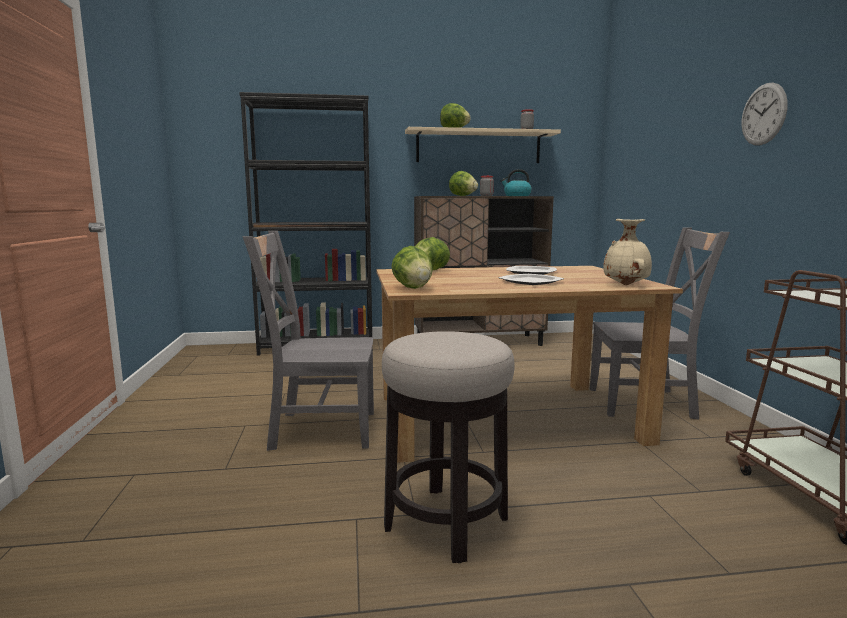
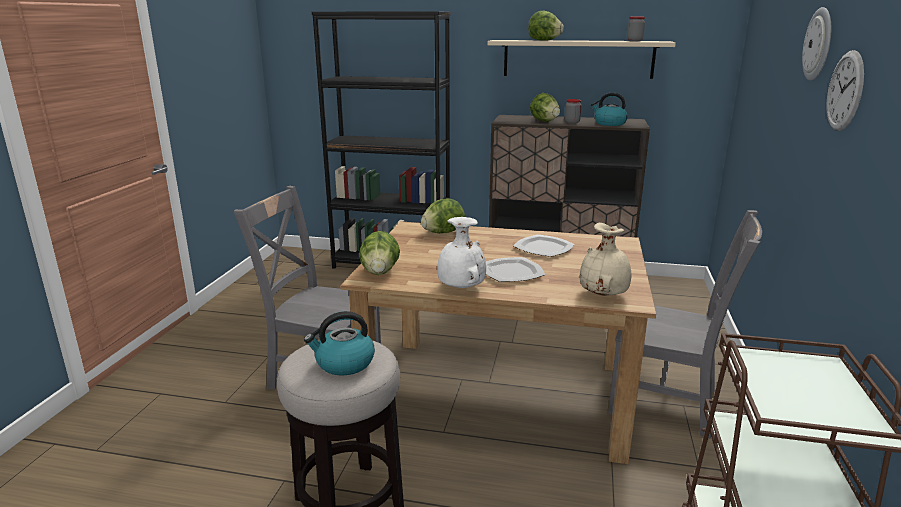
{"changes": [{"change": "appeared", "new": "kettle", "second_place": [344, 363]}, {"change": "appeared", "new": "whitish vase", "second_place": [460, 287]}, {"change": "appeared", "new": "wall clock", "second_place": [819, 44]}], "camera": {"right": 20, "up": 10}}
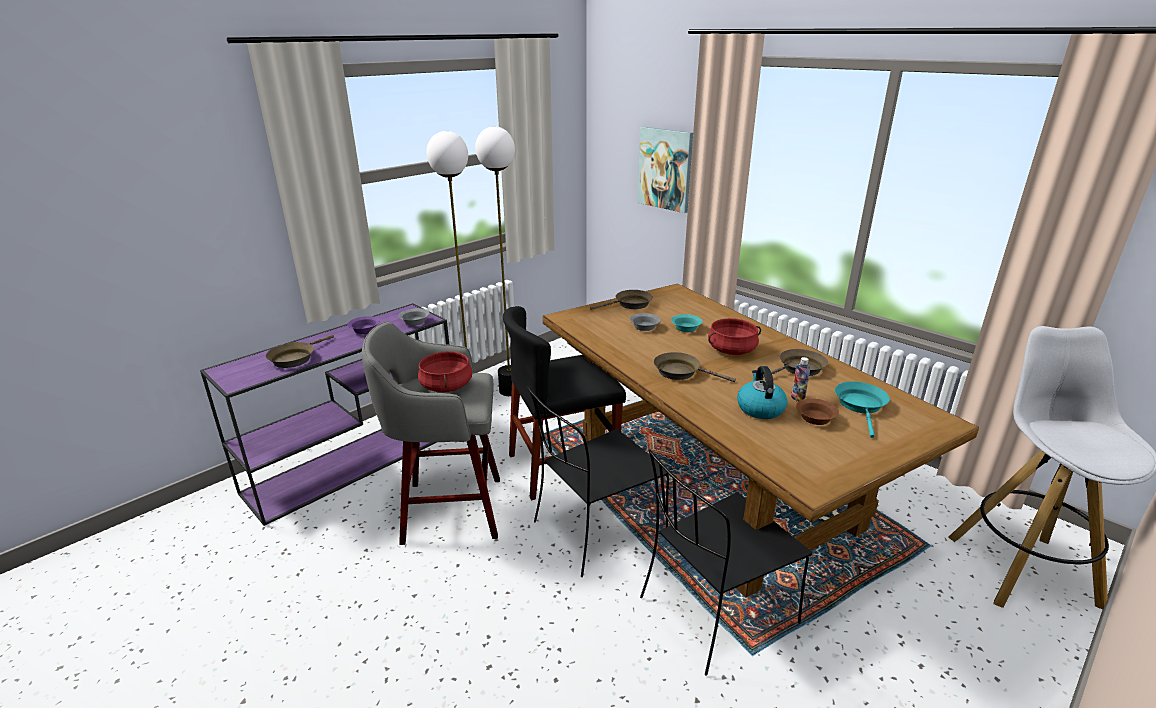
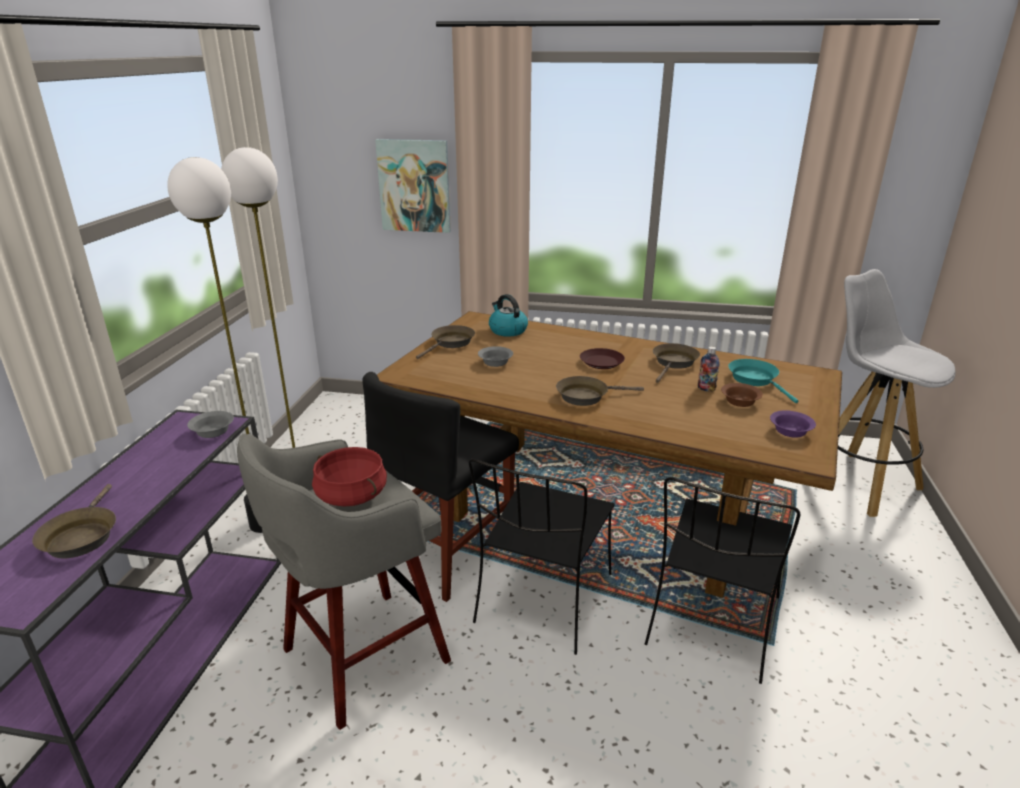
{"changes": [{"change": "missing", "old": "blue-green bowl", "first_place": [686, 328]}, {"change": "relocated", "old": "purple-coloured bowl", "first_place": [364, 330], "second_place": [789, 431]}, {"change": "relocated", "old": "kettle", "first_place": [759, 408], "second_place": [507, 330]}, {"change": "exchanged", "old": "reddish stockpot", "new": "brownish plate", "first_place": [731, 350], "second_place": [602, 362]}], "camera": {"right": -35, "up": 0}}
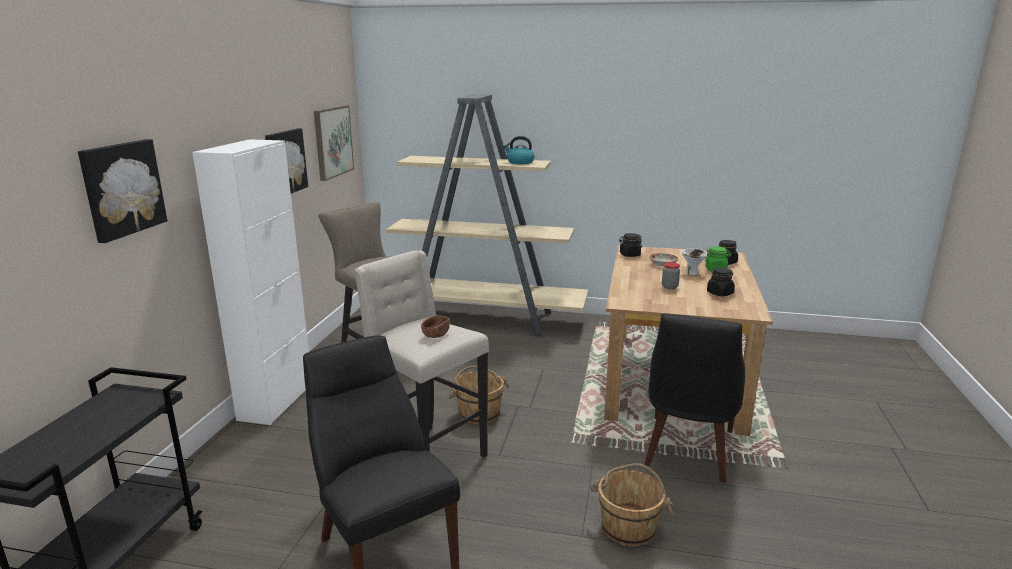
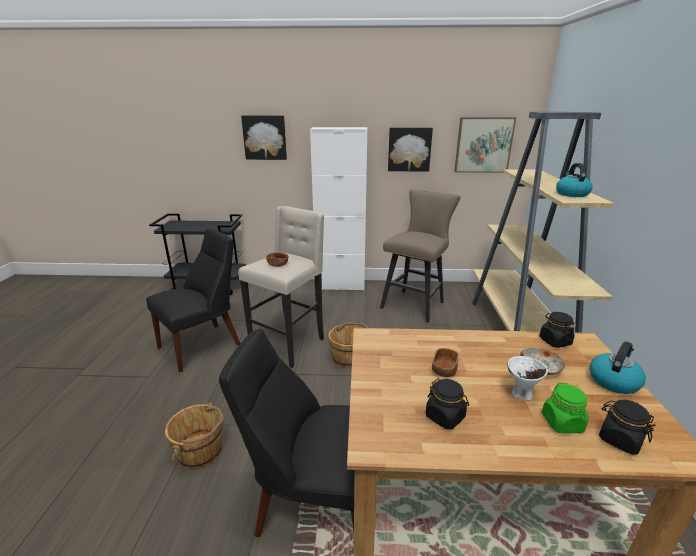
{"changes": [{"change": "appeared", "new": "kettle", "second_place": [613, 380]}, {"change": "exchanged", "old": "preserve jar", "new": "brownish bowl", "first_place": [669, 287], "second_place": [444, 370]}], "camera": {"right": 80, "up": 5}}
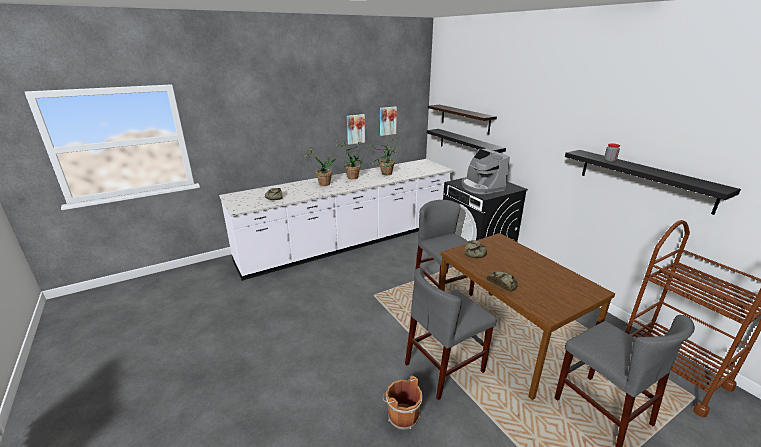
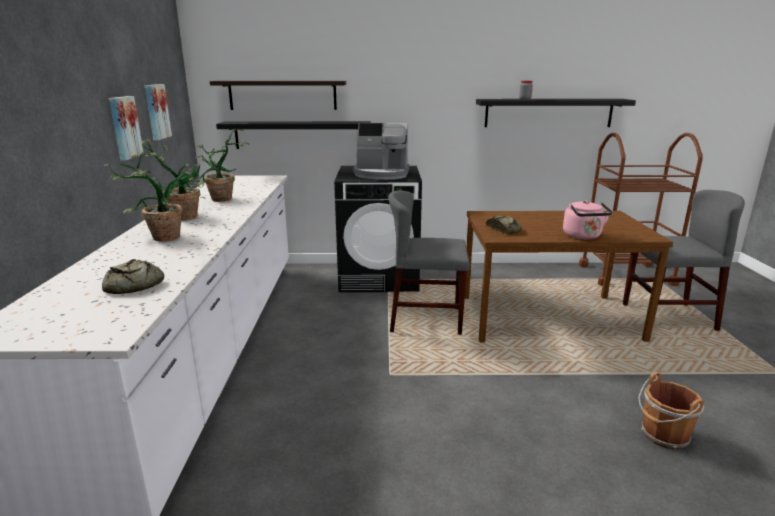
{"changes": [{"change": "missing", "old": "gray chair", "first_place": [444, 368]}, {"change": "exchanged", "old": "bread", "new": "pink-coloured kettle", "first_place": [502, 283], "second_place": [583, 236]}], "camera": {"right": -60, "up": -5}}
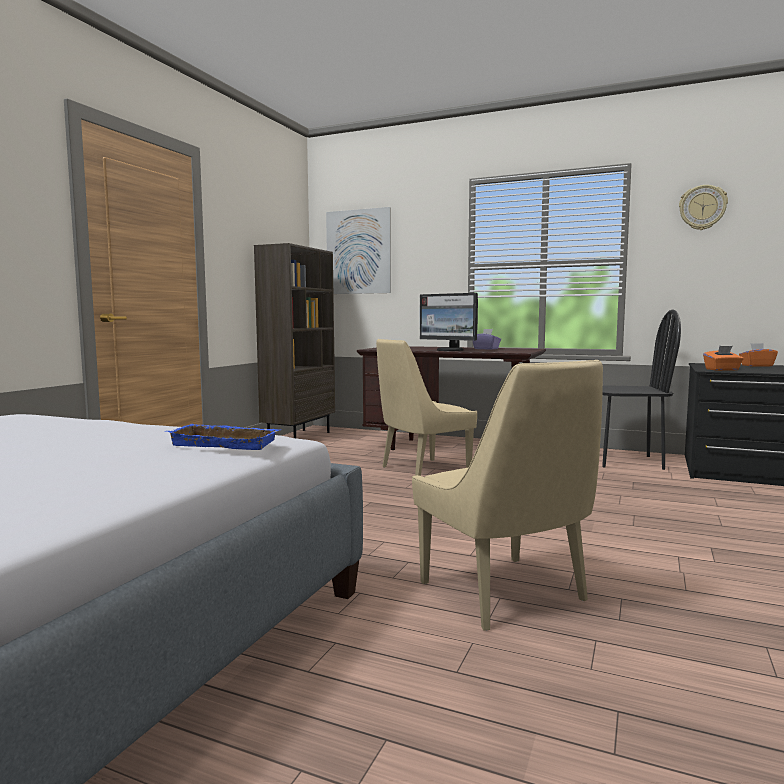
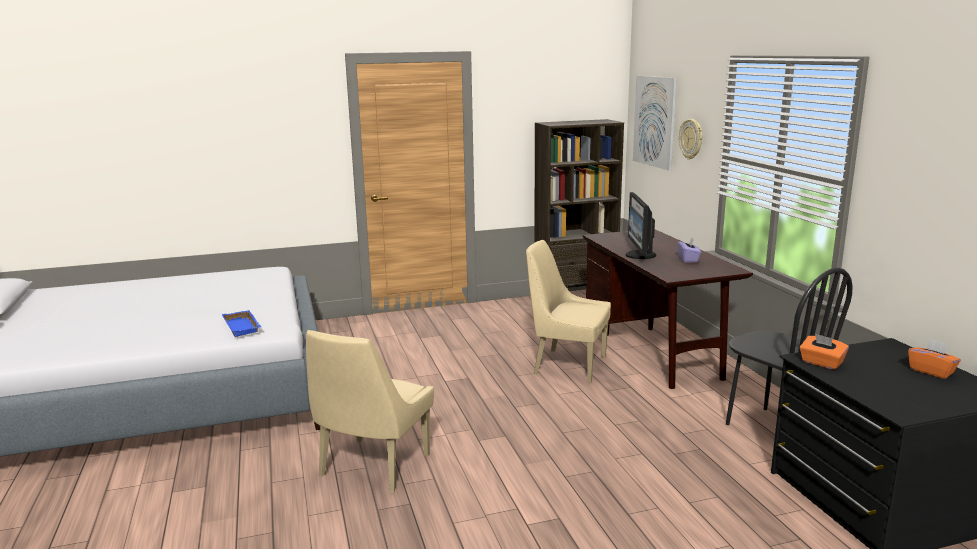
{"changes": [{"change": "relocated", "old": "wall clock", "first_place": [702, 207], "second_place": [691, 139]}], "camera": {"right": 50, "up": 10}}
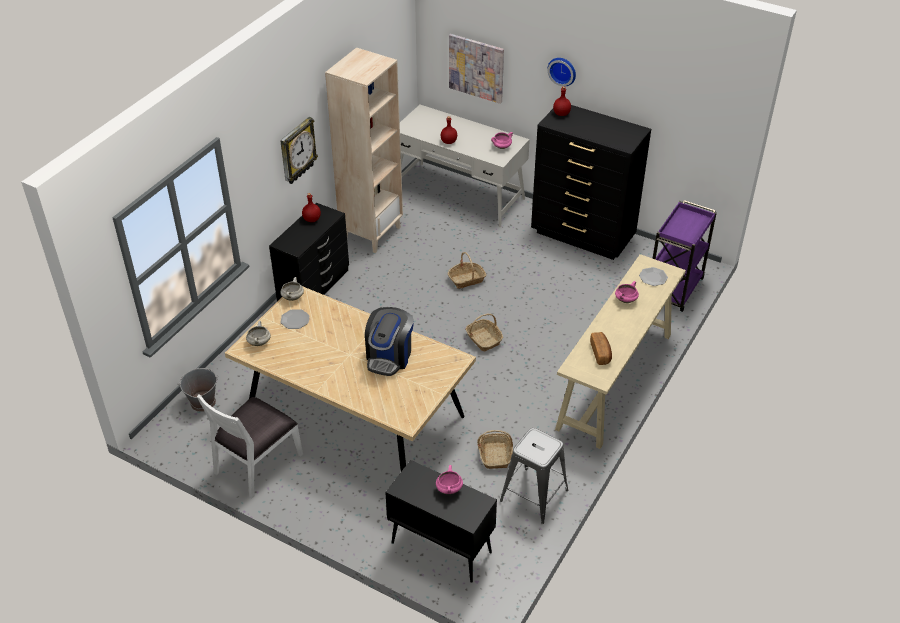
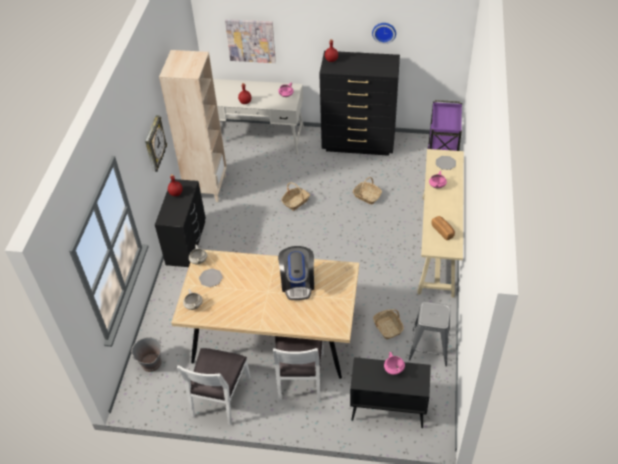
{"changes": [{"change": "appeared", "new": "whitish chair", "second_place": [300, 377]}, {"change": "relocated", "old": "storage basket", "first_place": [483, 339], "second_place": [367, 196]}, {"change": "relocated", "old": "wall clock", "first_place": [562, 70], "second_place": [384, 32]}], "camera": {"right": -20, "up": 5}}
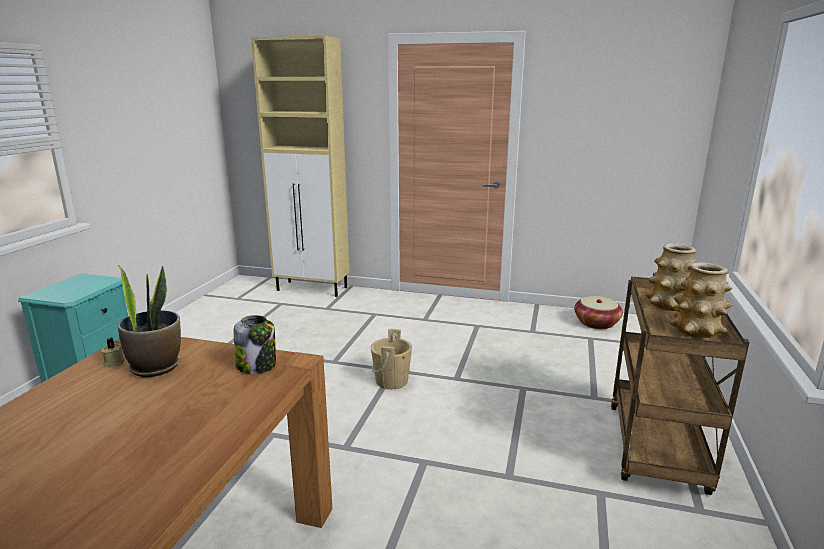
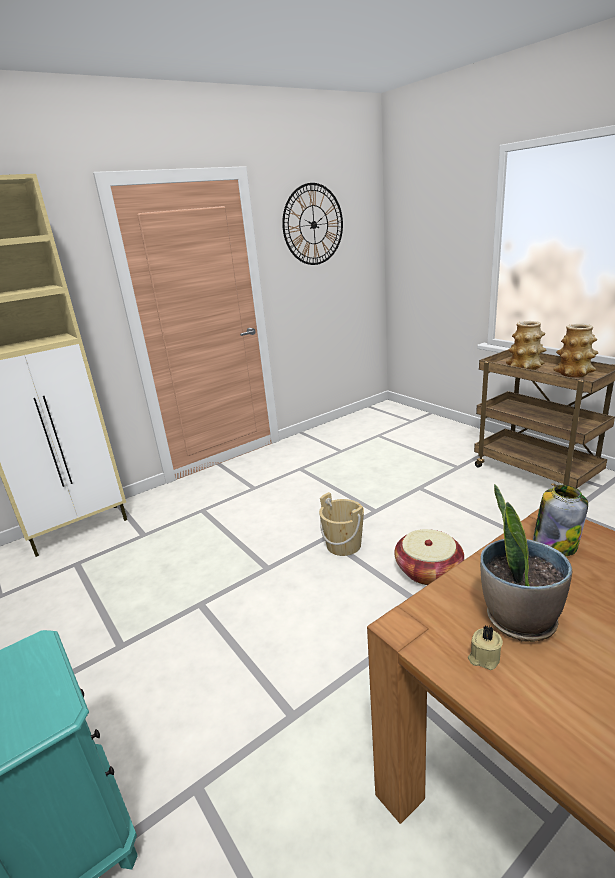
{"changes": [{"change": "appeared", "new": "wall clock", "second_place": [313, 224]}, {"change": "relocated", "old": "storage basket", "first_place": [596, 323], "second_place": [428, 571]}], "camera": {"right": -50, "up": 5}}
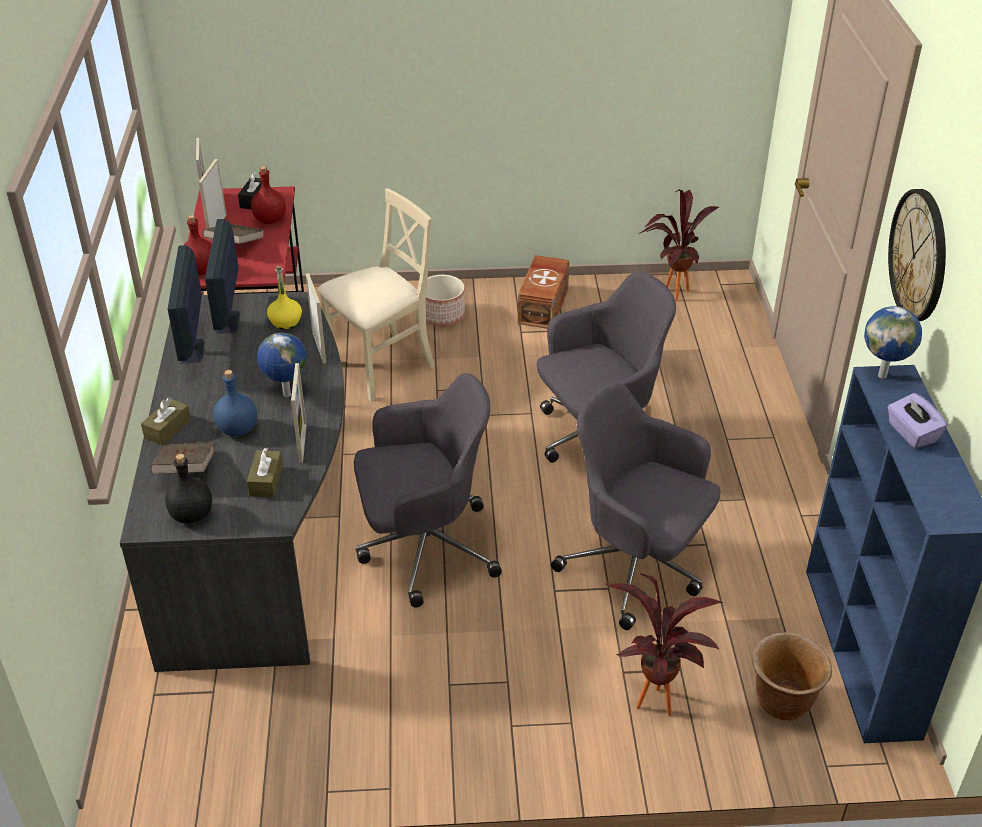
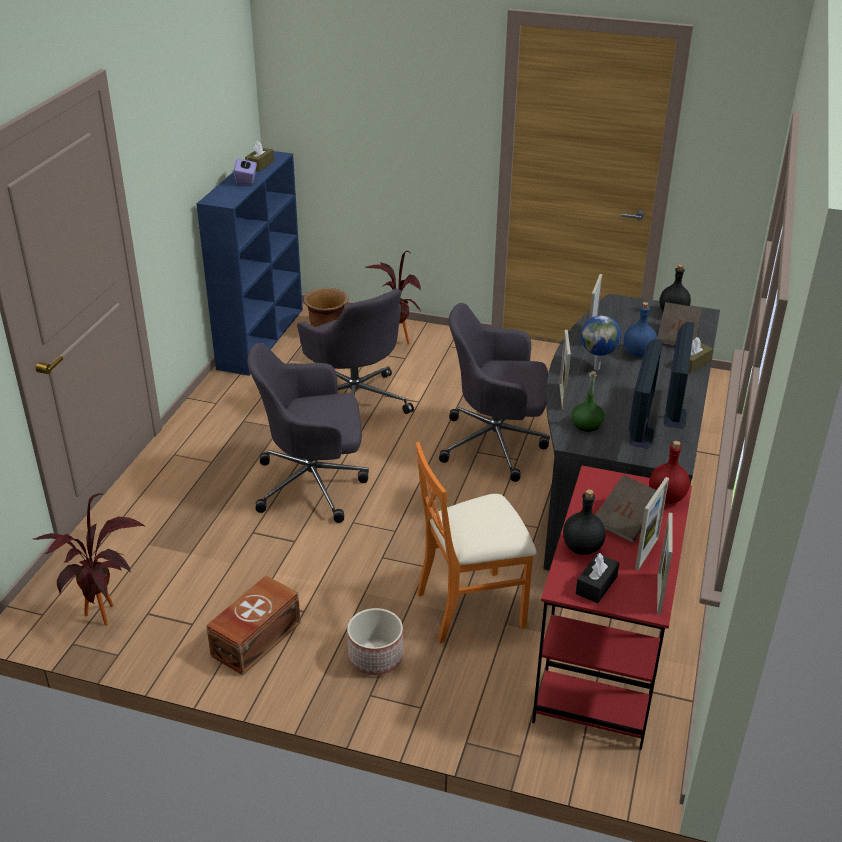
{"changes": [{"change": "missing", "old": "world globe", "first_place": [883, 375]}, {"change": "missing", "old": "wall clock", "first_place": [919, 255]}, {"change": "relocated", "old": "brownish tissue box", "first_place": [266, 481], "second_place": [260, 165]}, {"change": "colour", "old": "reddish drink bottle", "new": "blackish drink bottle", "first_place": [269, 220], "second_place": [583, 548]}, {"change": "colour", "old": "yellowish drink bottle", "new": "greenish drink bottle", "first_place": [285, 322], "second_place": [587, 425]}, {"change": "colour", "old": "sand-coloured chair", "new": "orangey chair", "first_place": [381, 367], "second_place": [471, 607]}], "camera": {"right": -160, "up": -5}}
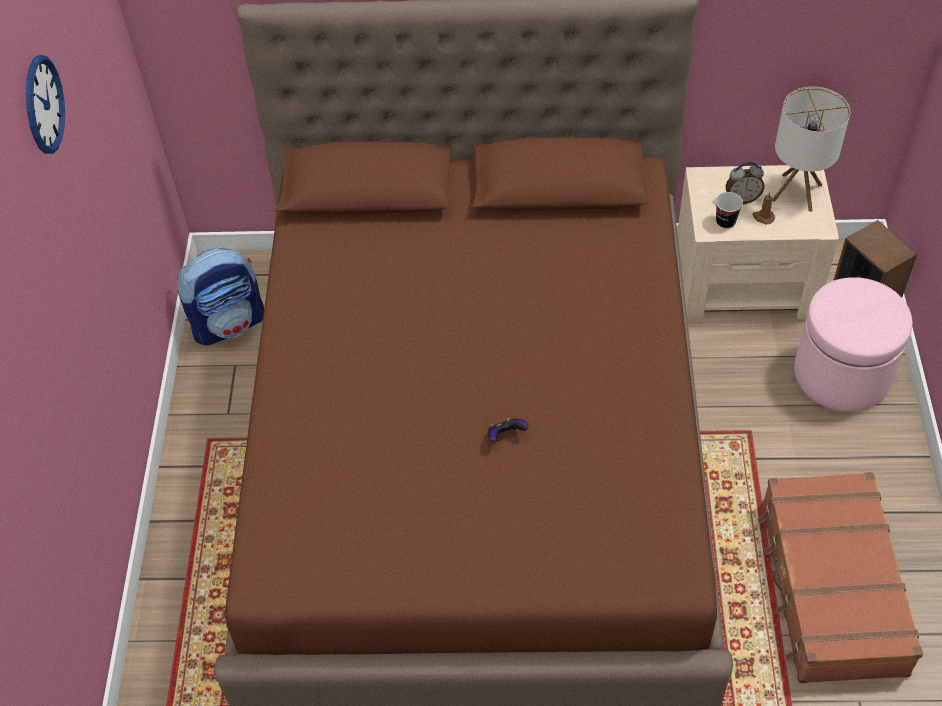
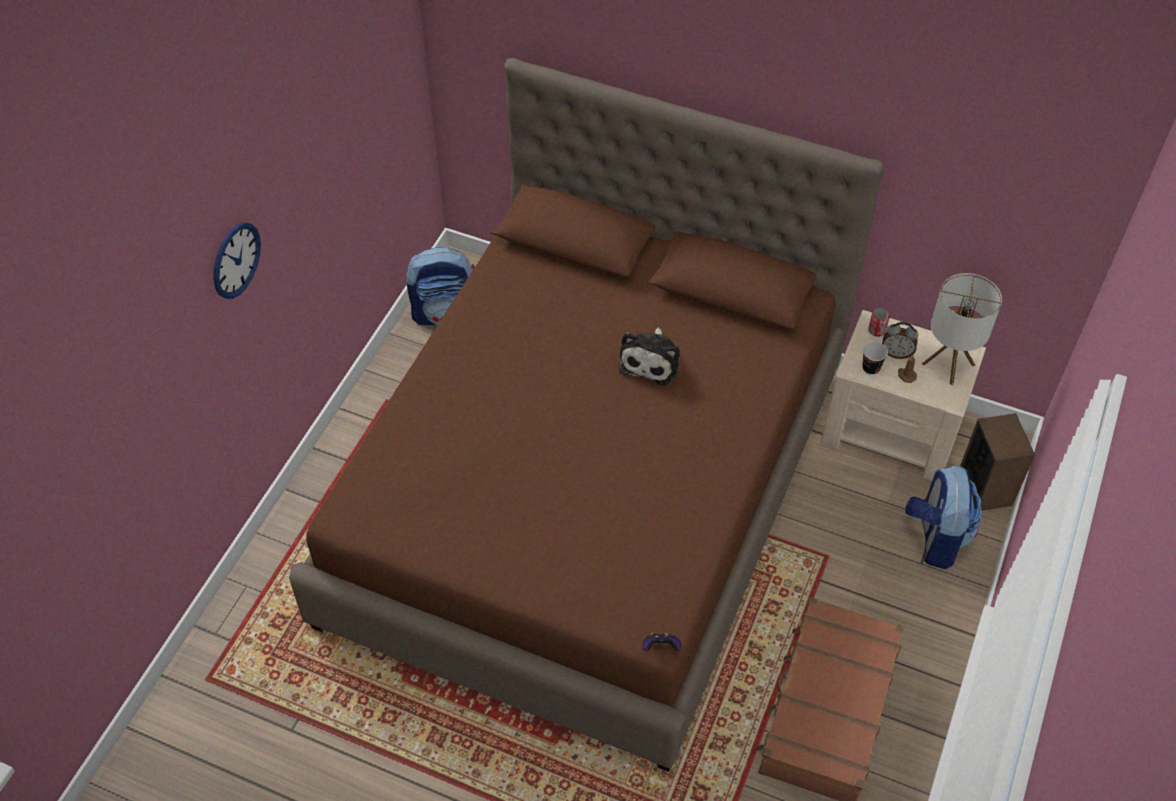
{"changes": [{"change": "appeared", "new": "soft toy", "second_place": [651, 360]}, {"change": "appeared", "new": "sealed can", "second_place": [876, 331]}, {"change": "relocated", "old": "wall clock", "first_place": [43, 104], "second_place": [236, 260]}, {"change": "relocated", "old": "game controller", "first_place": [505, 436], "second_place": [661, 647]}, {"change": "exchanged", "old": "pink-coloured pouffe", "new": "knapsack", "first_place": [841, 374], "second_place": [935, 537]}], "camera": {"right": 20, "up": 0}}
